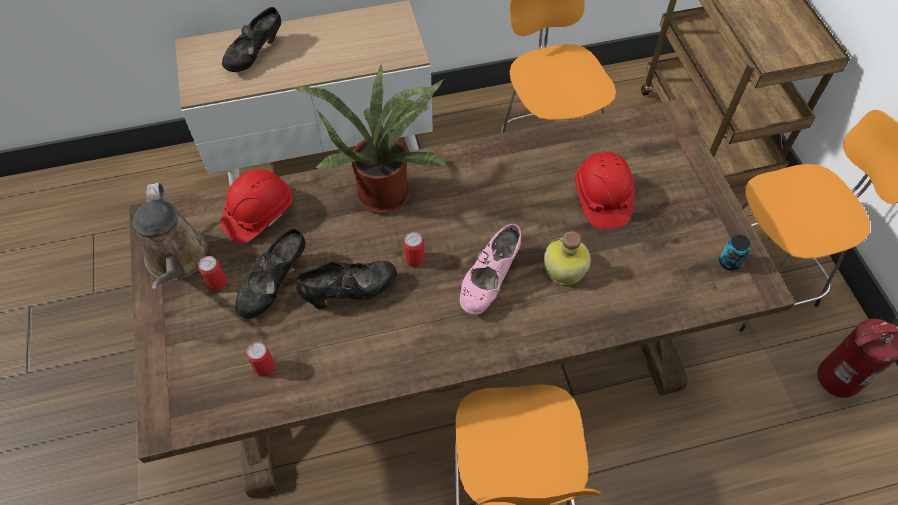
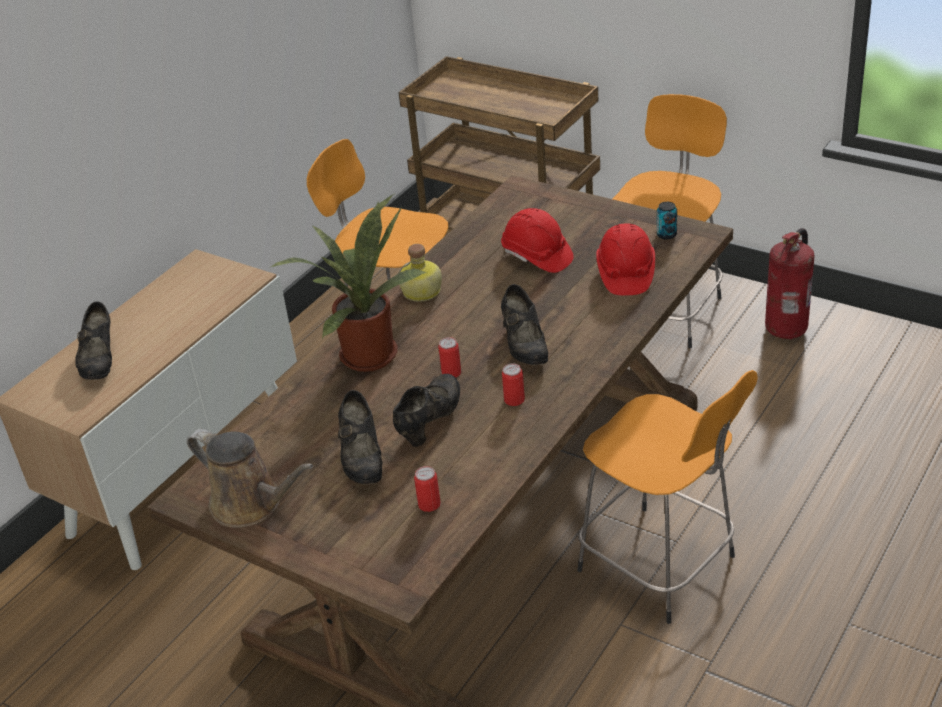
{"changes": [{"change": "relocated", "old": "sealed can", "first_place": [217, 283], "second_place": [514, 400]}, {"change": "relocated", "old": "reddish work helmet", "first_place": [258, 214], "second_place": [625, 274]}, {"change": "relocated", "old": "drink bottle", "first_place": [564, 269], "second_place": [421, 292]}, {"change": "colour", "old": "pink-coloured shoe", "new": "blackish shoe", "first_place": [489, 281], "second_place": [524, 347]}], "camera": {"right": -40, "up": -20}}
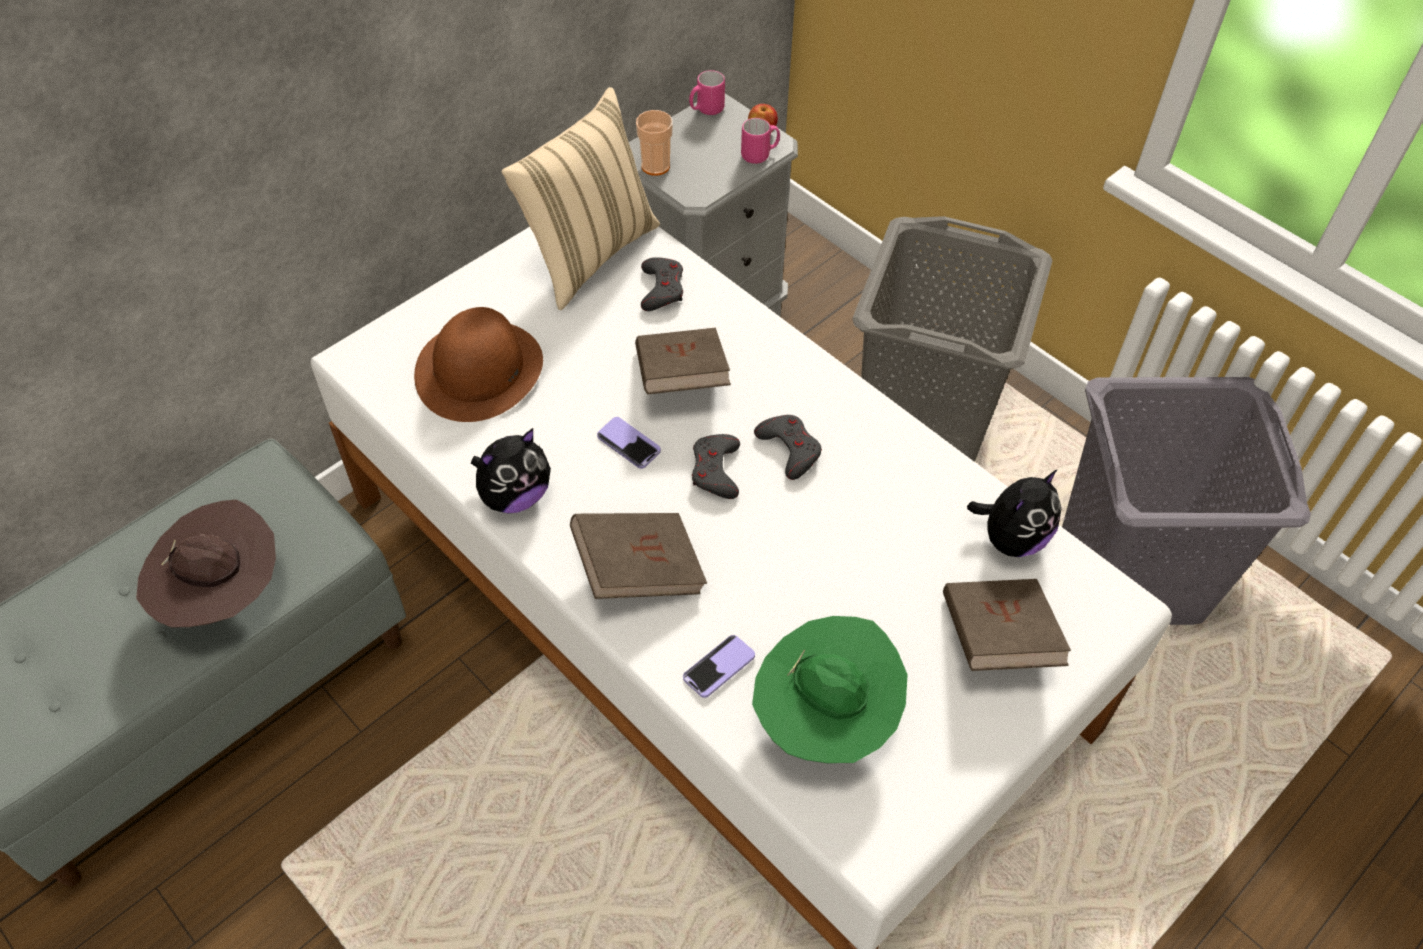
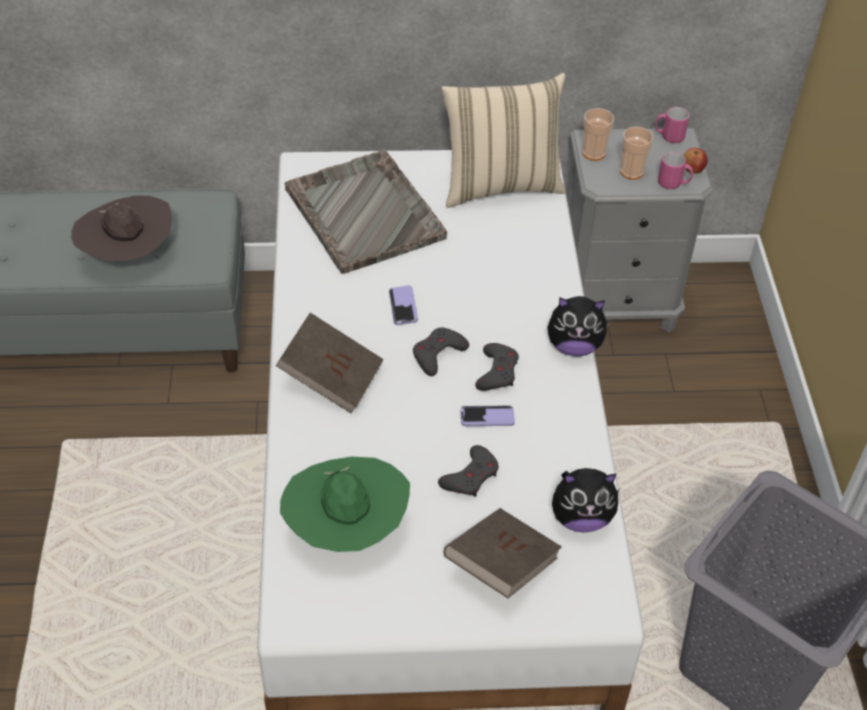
{"changes": [{"change": "missing", "old": "brownish bound book", "first_place": [681, 379]}, {"change": "missing", "old": "gray laundry basket", "first_place": [926, 421]}, {"change": "appeared", "new": "cup", "second_place": [631, 171]}, {"change": "relocated", "old": "soft toy", "first_place": [515, 496], "second_place": [574, 346]}, {"change": "relocated", "old": "gray game controller", "first_place": [662, 288], "second_place": [471, 476]}, {"change": "relocated", "old": "phone", "first_place": [719, 667], "second_place": [487, 417]}, {"change": "exchanged", "old": "brownish clothing hat", "new": "gray carrying tray", "first_place": [479, 369], "second_place": [364, 212]}], "camera": {"right": 40, "up": -5}}
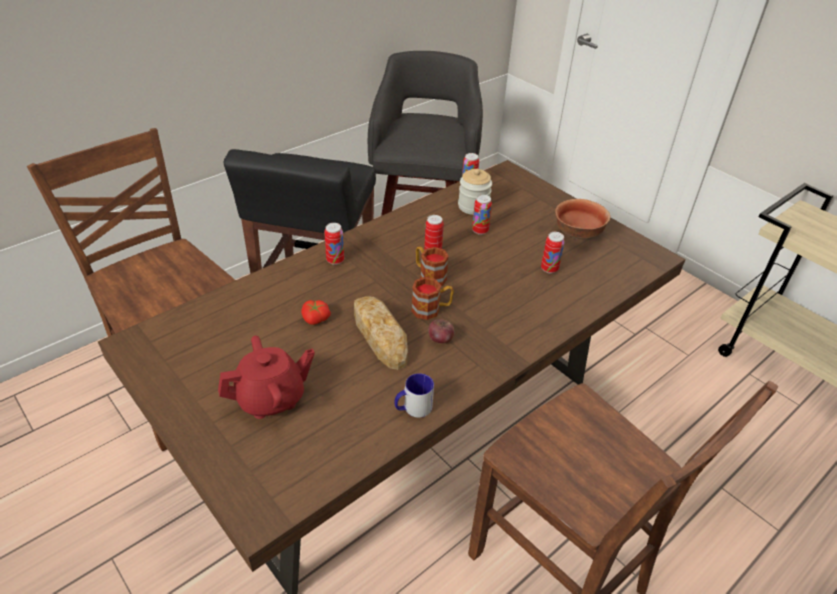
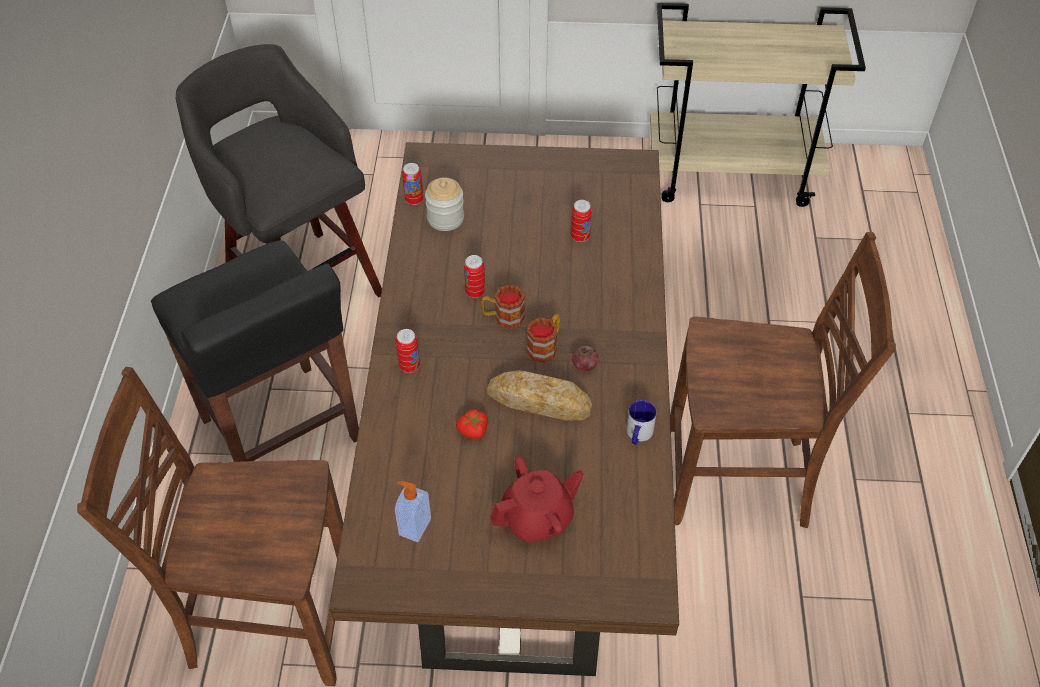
{"changes": [{"change": "missing", "old": "sealed can", "first_place": [480, 231]}, {"change": "missing", "old": "bowl", "first_place": [578, 234]}, {"change": "appeared", "new": "soap bottle", "second_place": [414, 526]}, {"change": "spun", "old": "reddish pot for tea", "first_place": [271, 398], "second_place": [537, 518], "degrees": 45}], "camera": {"right": -45, "up": 10}}
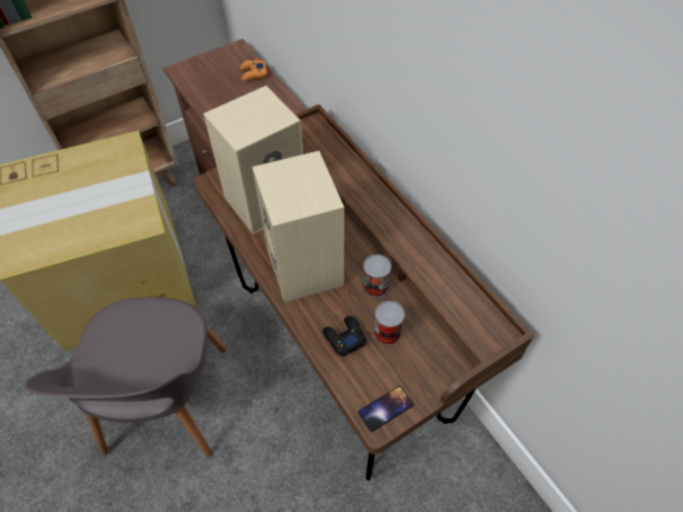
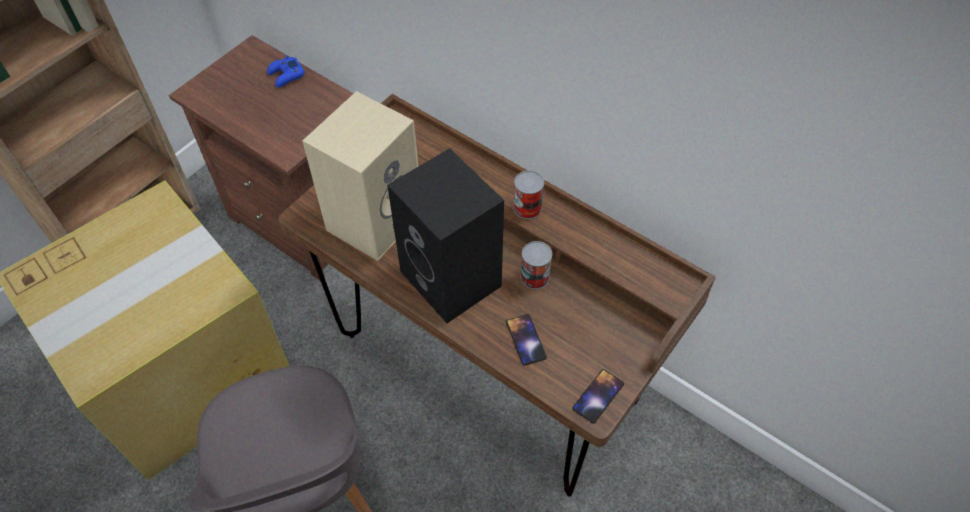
{"changes": [{"change": "relocated", "old": "sealed can", "first_place": [387, 332], "second_place": [527, 207]}, {"change": "exchanged", "old": "blackish game controller", "new": "phone", "first_place": [344, 337], "second_place": [525, 340]}, {"change": "colour", "old": "orangey game controller", "new": "bluish game controller", "first_place": [253, 74], "second_place": [286, 75]}, {"change": "colour", "old": "sand-coloured audio speaker", "new": "blackish audio speaker", "first_place": [306, 267], "second_place": [453, 279]}], "camera": {"right": -20, "up": 0}}
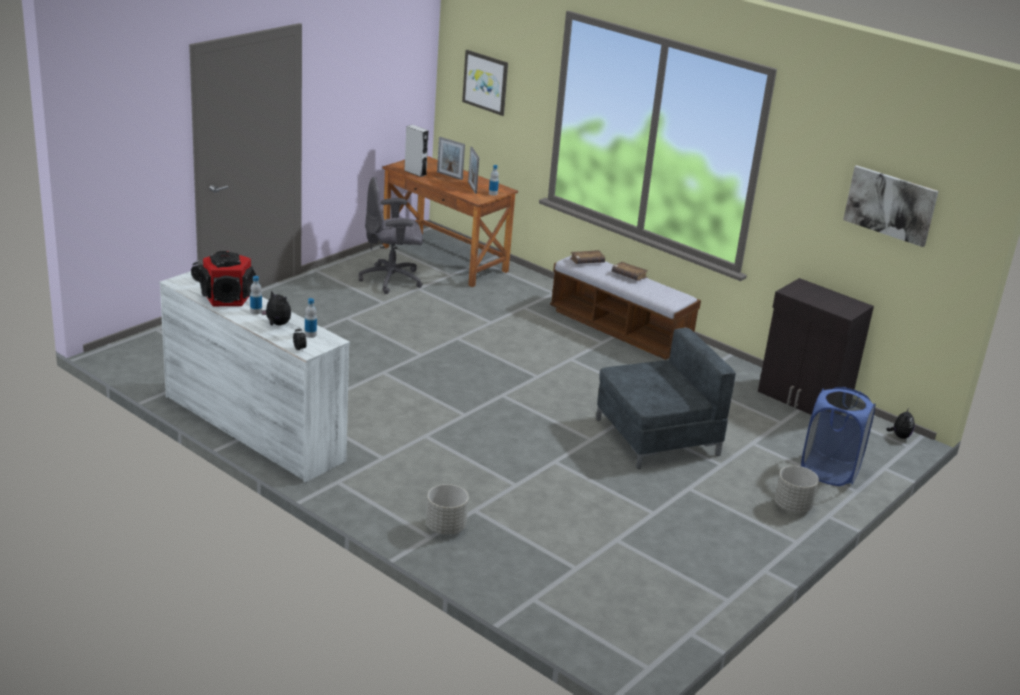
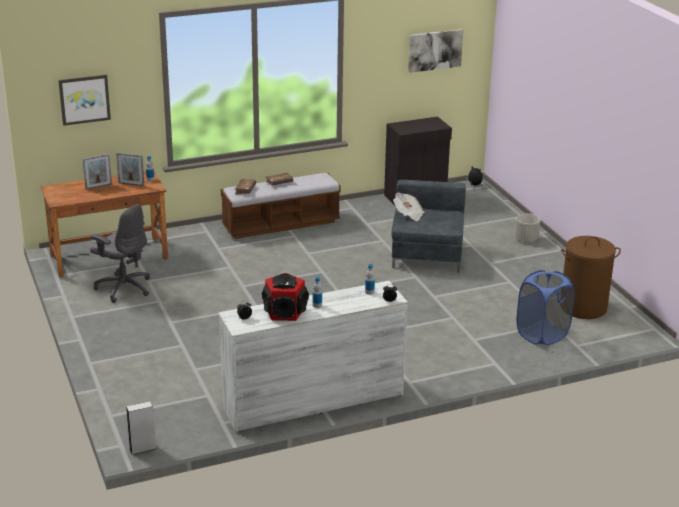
{"changes": [{"change": "missing", "old": "soft toy", "first_place": [277, 324]}, {"change": "missing", "old": "gray plant pot", "first_place": [445, 527]}, {"change": "appeared", "new": "newspaper", "second_place": [408, 214]}, {"change": "appeared", "new": "brownish laundry basket", "second_place": [583, 307]}, {"change": "relocated", "old": "gray audio speaker", "first_place": [415, 172], "second_place": [142, 449]}, {"change": "relocated", "old": "bluish laundry basket", "first_place": [829, 471], "second_place": [542, 335]}, {"change": "spun", "old": "gray desk chair", "first_place": [392, 280], "second_place": [123, 288], "degrees": -75}], "camera": {"right": -60, "up": 0}}
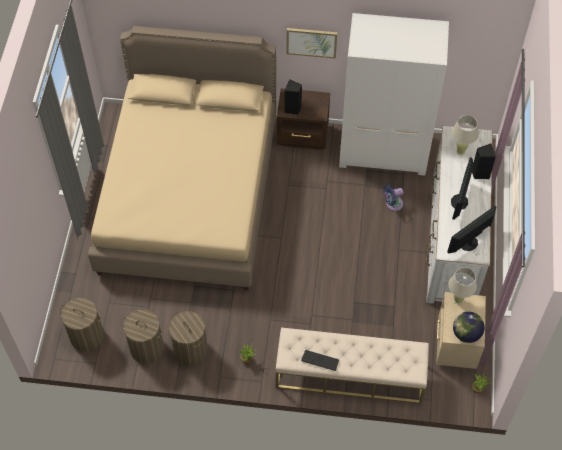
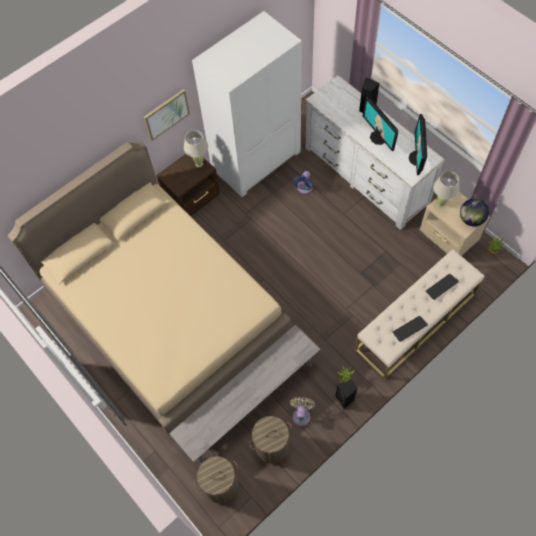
{"changes": [{"change": "appeared", "new": "gray indoor bench", "second_place": [249, 402]}, {"change": "appeared", "new": "PC keyboard", "second_place": [441, 286]}, {"change": "relocated", "old": "blackish audio speaker", "first_place": [293, 109], "second_place": [345, 399]}, {"change": "relocated", "old": "sand-coloured tabletop lamp", "first_place": [460, 152], "second_place": [199, 164]}, {"change": "exchanged", "old": "laundry basket", "new": "sand-coloured fan", "first_place": [190, 349], "second_place": [301, 415]}], "camera": {"right": -45, "up": 5}}
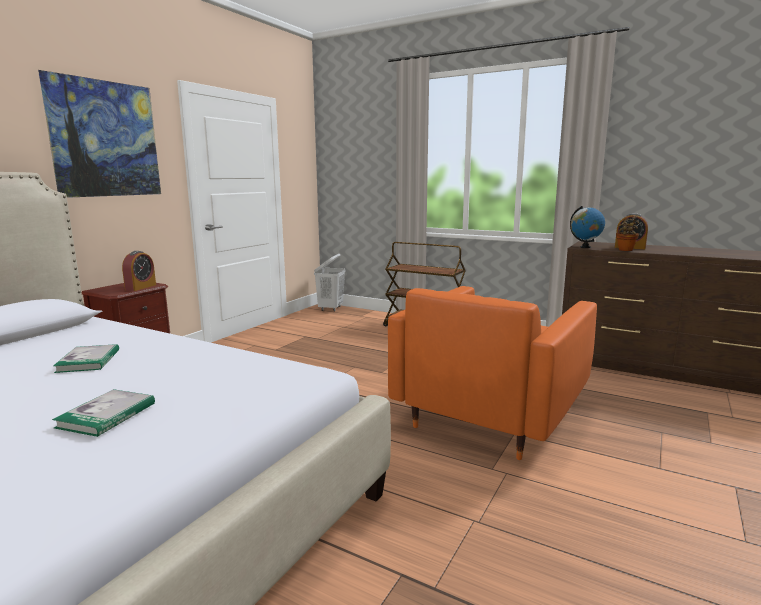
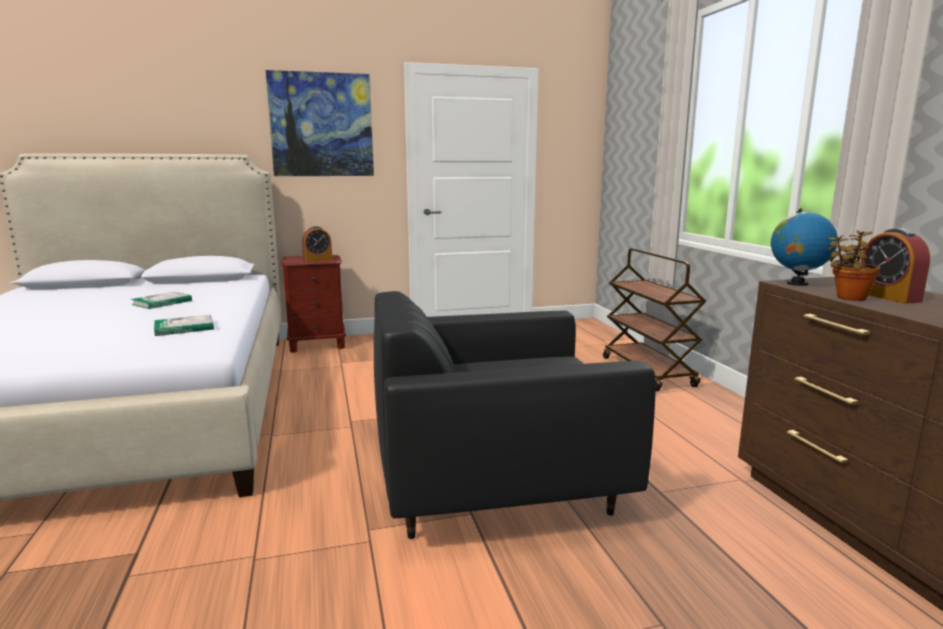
{"changes": [{"change": "missing", "old": "whitish laundry basket", "first_place": [331, 308]}, {"change": "relocated", "old": "bound book", "first_place": [107, 415], "second_place": [184, 328]}, {"change": "colour", "old": "orangey lounge chair", "new": "blackish lounge chair", "first_place": [491, 414], "second_place": [495, 485]}], "camera": {"right": 45, "up": 0}}
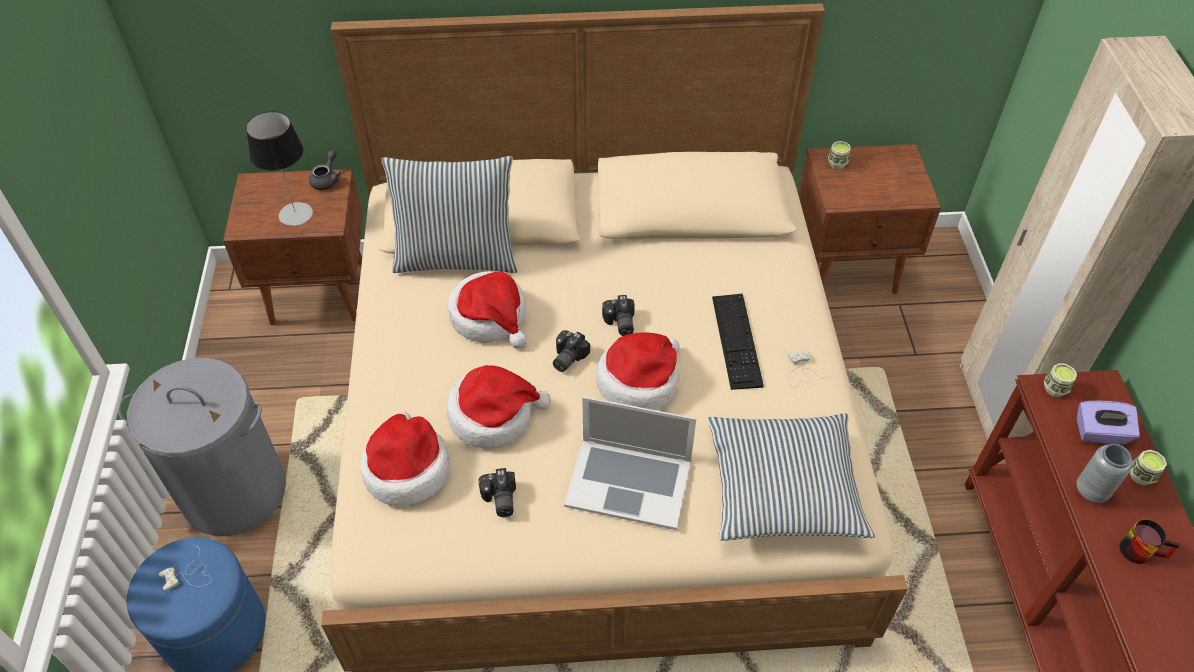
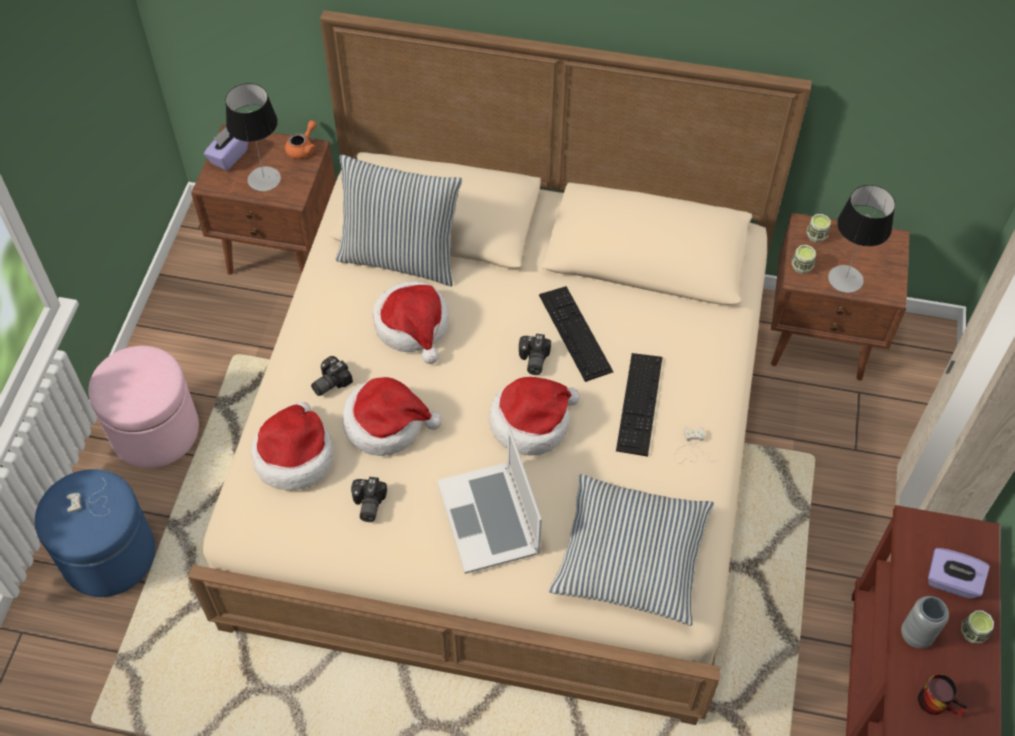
{"changes": [{"change": "appeared", "new": "purple-coloured tissue box", "second_place": [228, 157]}, {"change": "appeared", "new": "PC keyboard", "second_place": [575, 333]}, {"change": "appeared", "new": "tabletop lamp", "second_place": [845, 279]}, {"change": "relocated", "old": "still camera", "first_place": [566, 357], "second_place": [329, 382]}, {"change": "relocated", "old": "cup", "first_place": [1055, 388], "second_place": [801, 267]}, {"change": "exchanged", "old": "gray laundry basket", "new": "pink-coloured pouffe", "first_place": [233, 491], "second_place": [155, 431]}, {"change": "colour", "old": "gray pot for tea", "new": "orangey pot for tea", "first_place": [327, 179], "second_place": [303, 148]}, {"change": "spun", "old": "laptop", "first_place": [629, 482], "second_place": [489, 517], "degrees": 45}], "camera": {"right": 15, "up": 5}}
